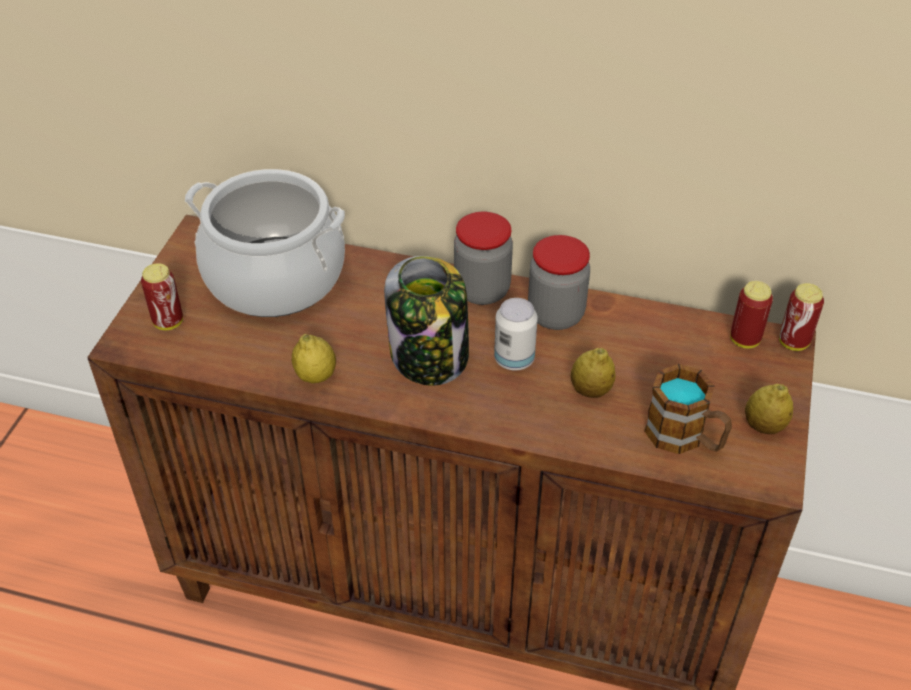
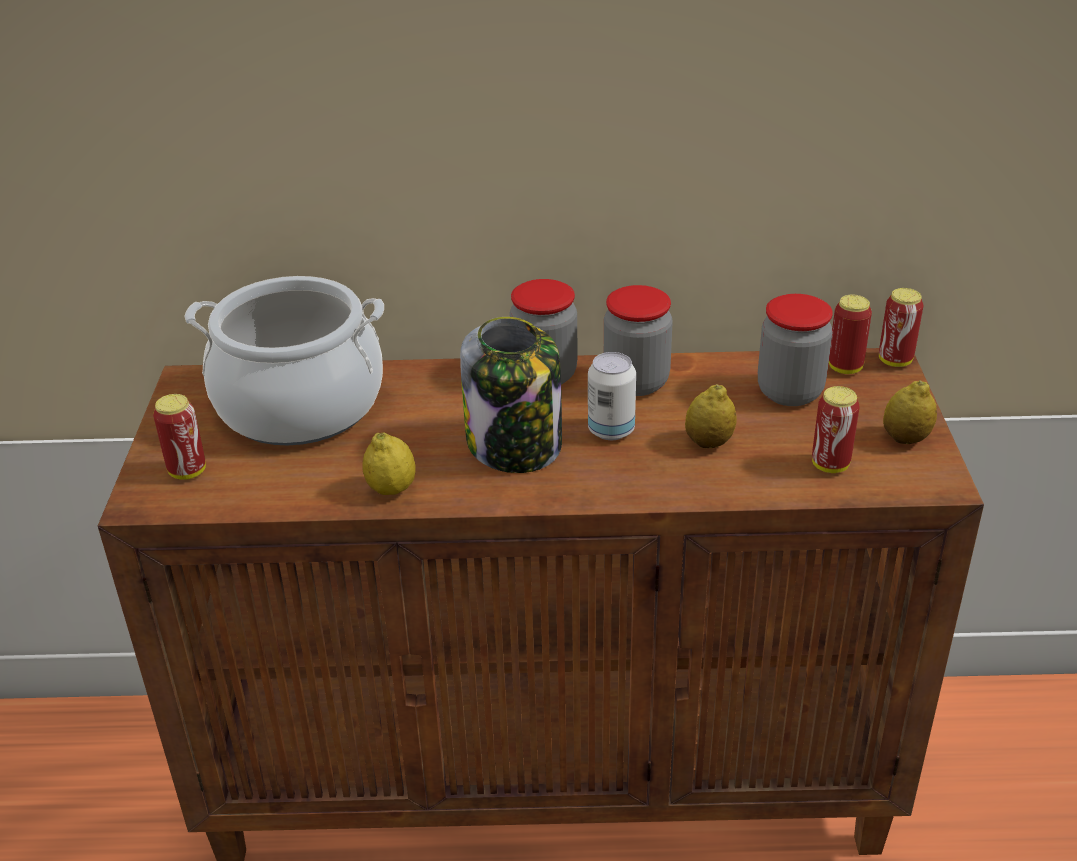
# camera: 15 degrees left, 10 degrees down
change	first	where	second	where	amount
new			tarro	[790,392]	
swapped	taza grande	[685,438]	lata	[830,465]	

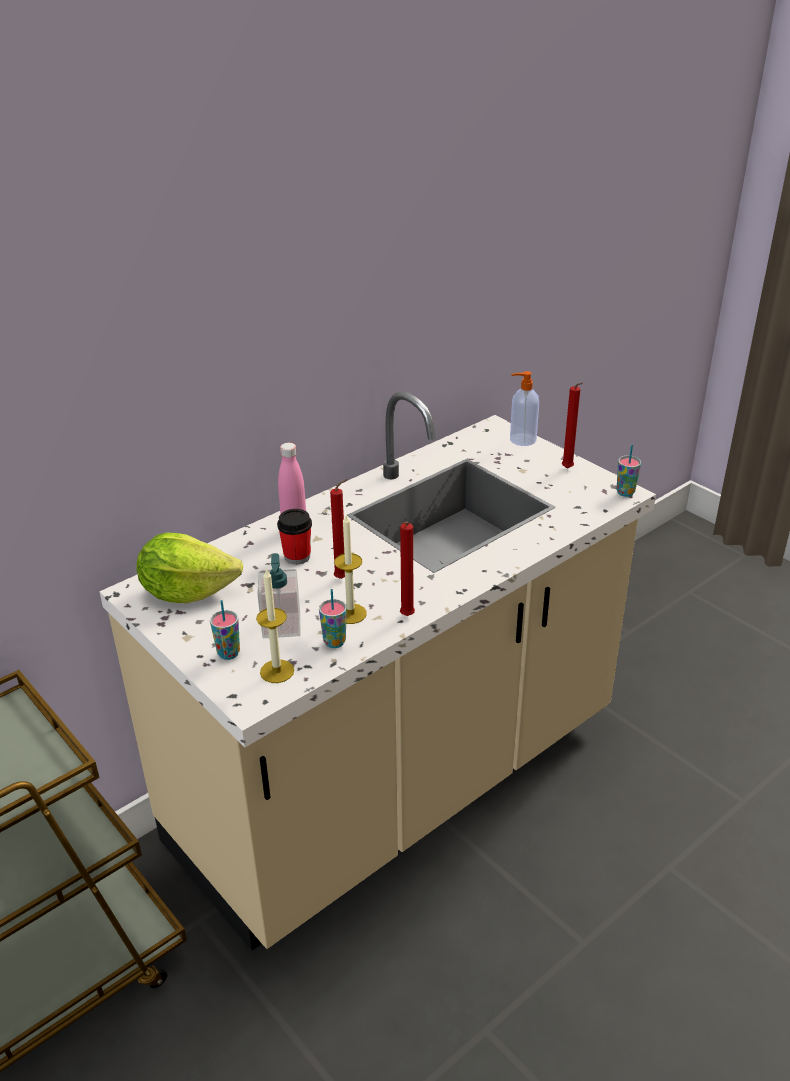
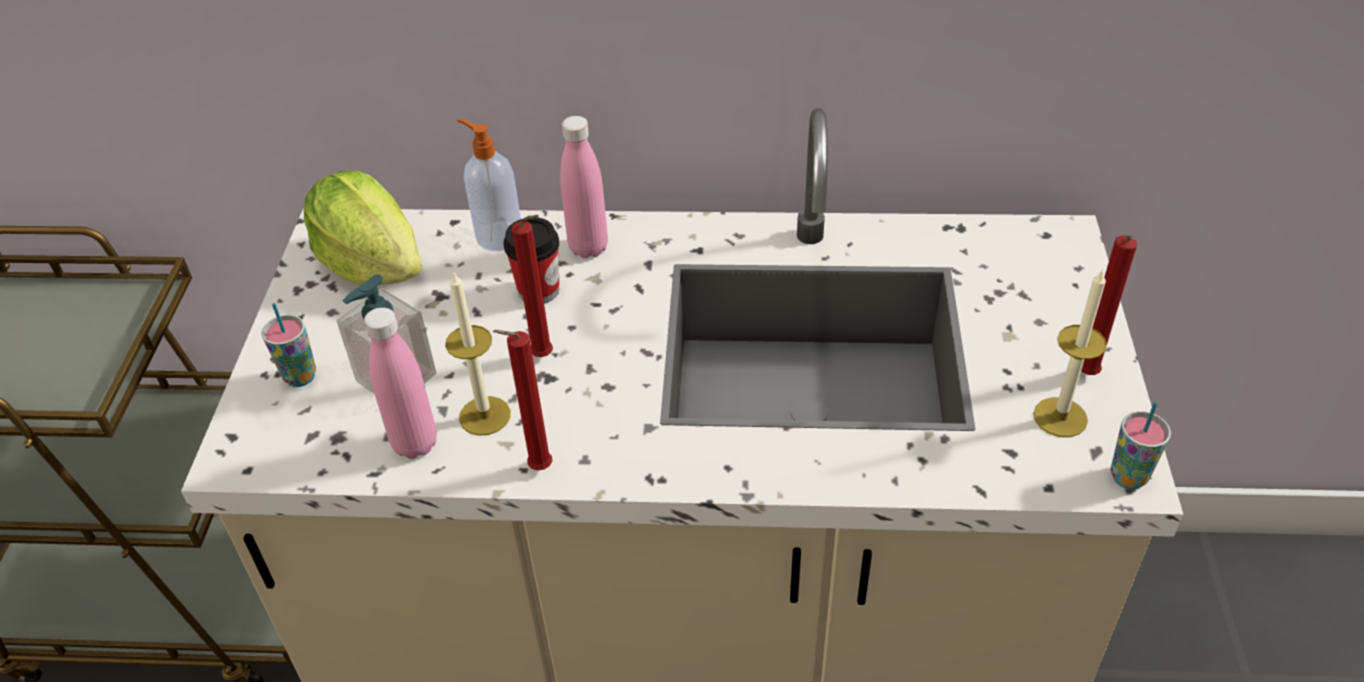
# camera: 45 degrees right, 10 degrees up
change	first	where	second	where	amount
swapped	taza	[334,642]	botella/rosa	[415,444]	
shifted	dispensador de jabón	[521,440]		[498,236]	
shifted	vela	[277,671]		[1060,417]	

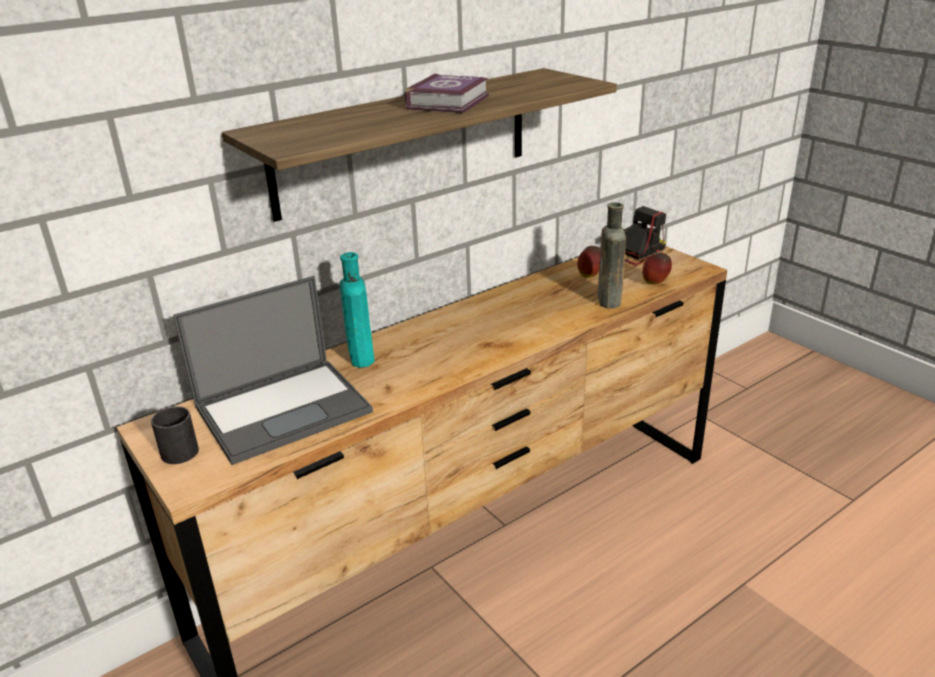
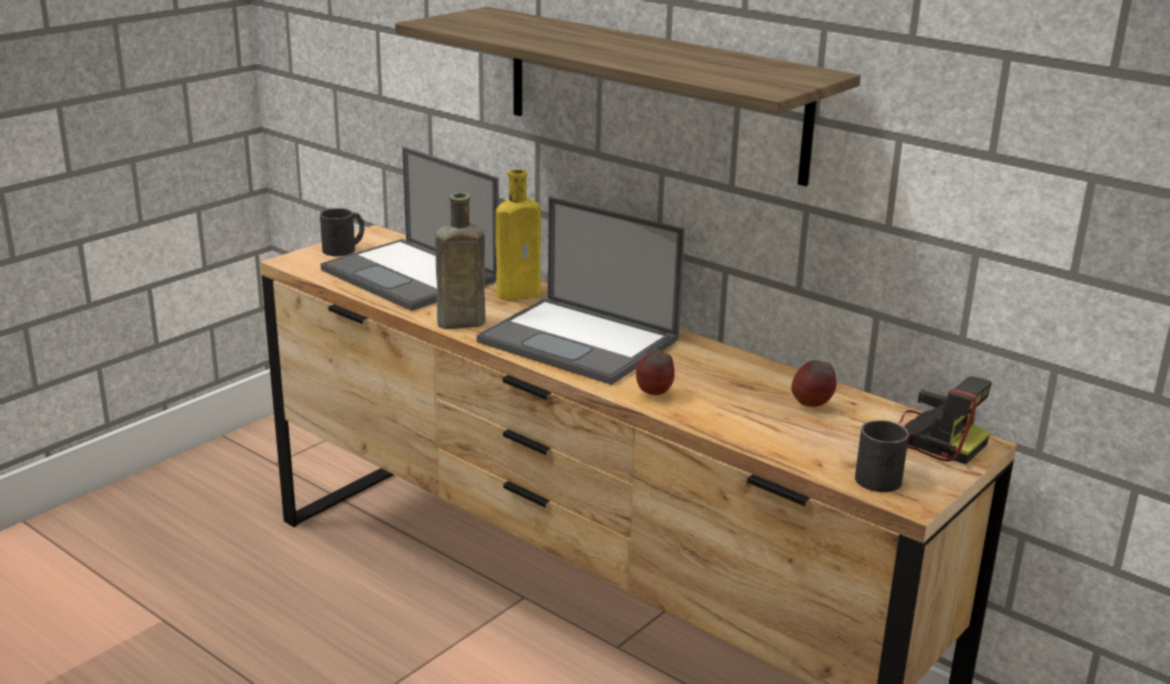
# camera: 75 degrees right, 5 degrees down
change	first	where	second	where	amount
shifted	botella/marrón	[609,301]		[457,323]	
new			portátil	[581,341]	
repainted	botella/turquesa	[360,355]	botella/amarillo	[521,293]	
shifted	manzana	[655,283]		[654,394]	
new			taza grande/negro	[884,476]	
gone	libro	[450,102]			

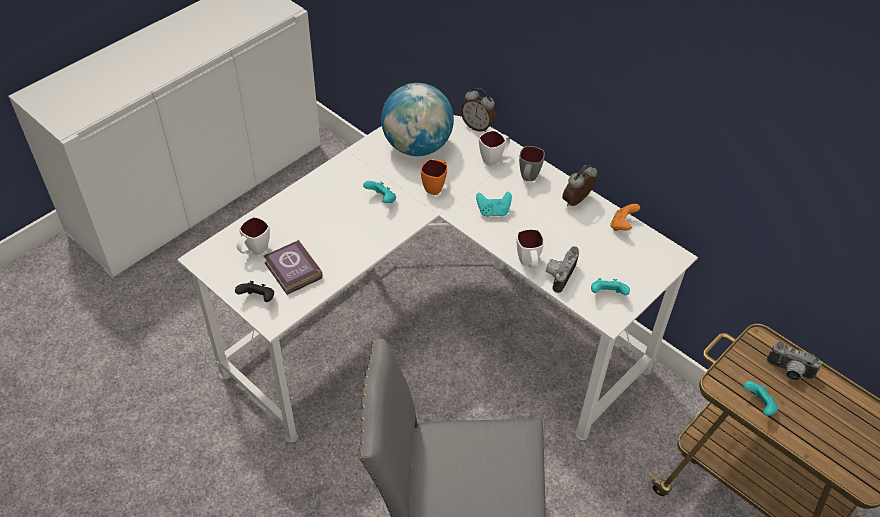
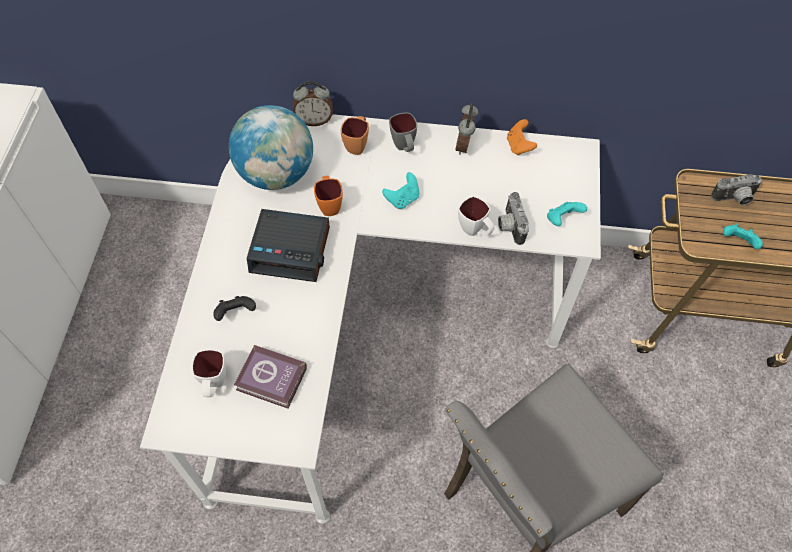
# camera: 35 degrees left, 10 degrees up
change	first	where	second	where	amount
shifted	mando de consola/negro	[258,299]		[236,313]	
swapped	mando de consola/turquesa	[381,199]	despertador	[291,250]	
repainted	taza grande/blanco	[494,158]	taza grande/naranja	[357,145]	

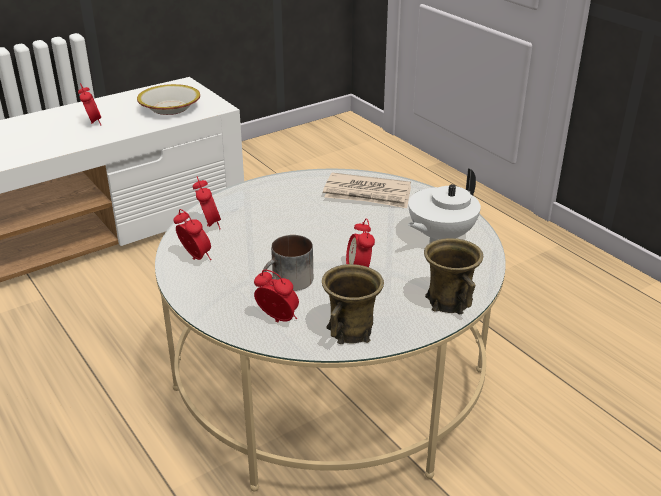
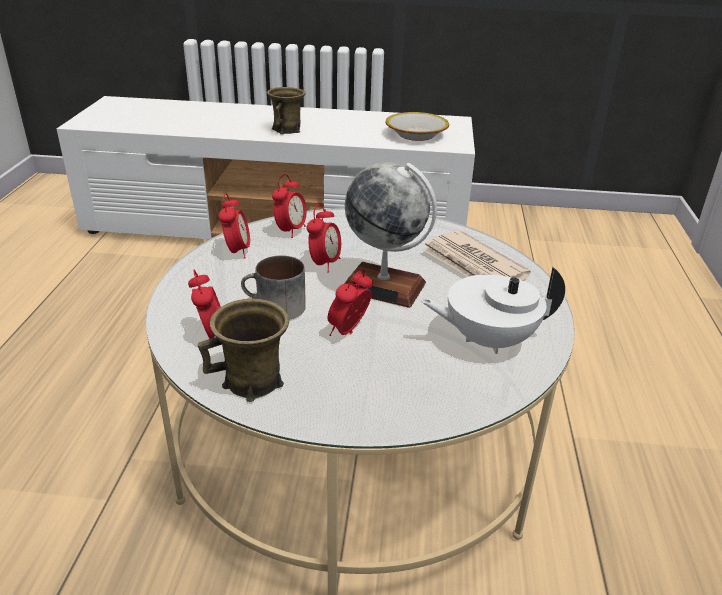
# camera: 40 degrees right, 0 degrees up
change	first	where	second	where	amount
shifted	taza grande/marrón	[449,301]		[287,130]	
shifted	despertador	[93,123]		[324,264]	
new			globo terráqueo	[383,286]	

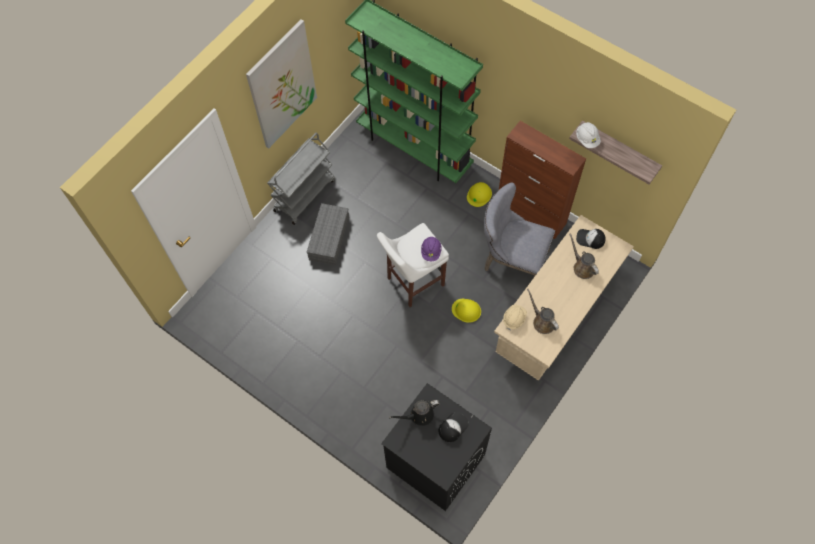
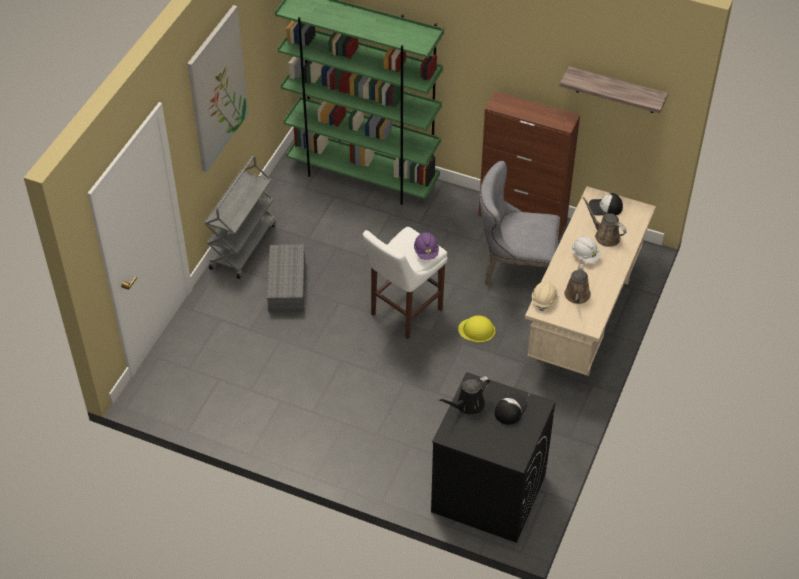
# camera: 15 degrees left, 15 degrees down
change	first	where	second	where	amount
rotated	regadera/marrón	[542,321]		[577,296]	120 degrees counterclockwise
shifted	casco/blanco	[587,139]		[585,255]	
gone	casco/amarillo	[479,194]			

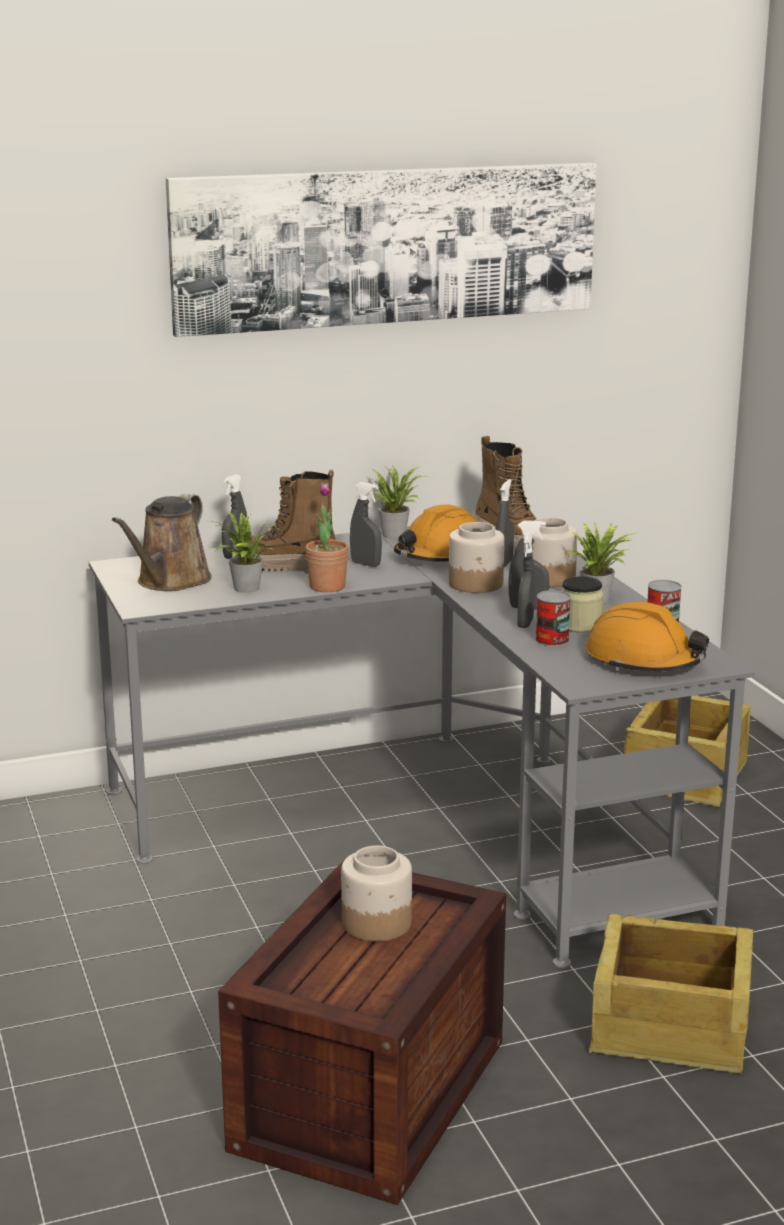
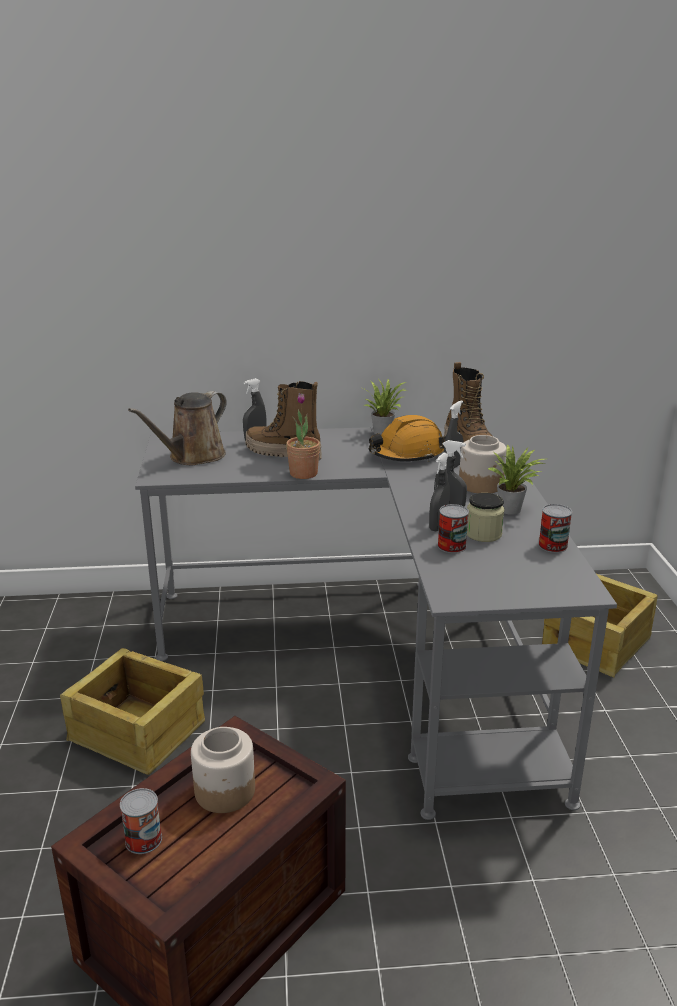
# camera: 15 degrees right, 5 degrees up
change	first	where	second	where	amount
shifted	caja de embalaje	[672,1028]		[137,733]	
new			lata	[143,839]	
gone	cuadro	[387,246]			
gone	planta en maceta	[243,589]			
gone	pulverizador/gris	[365,564]			
gone	tarro	[476,584]			
gone	casco/naranja	[644,661]			

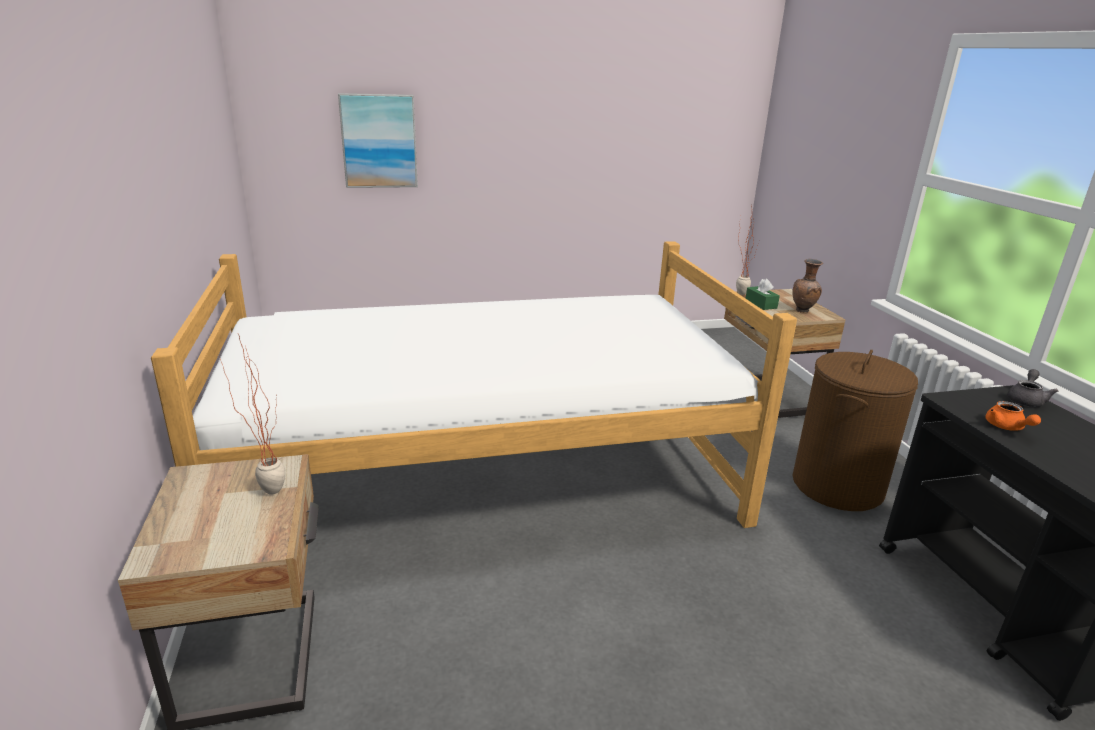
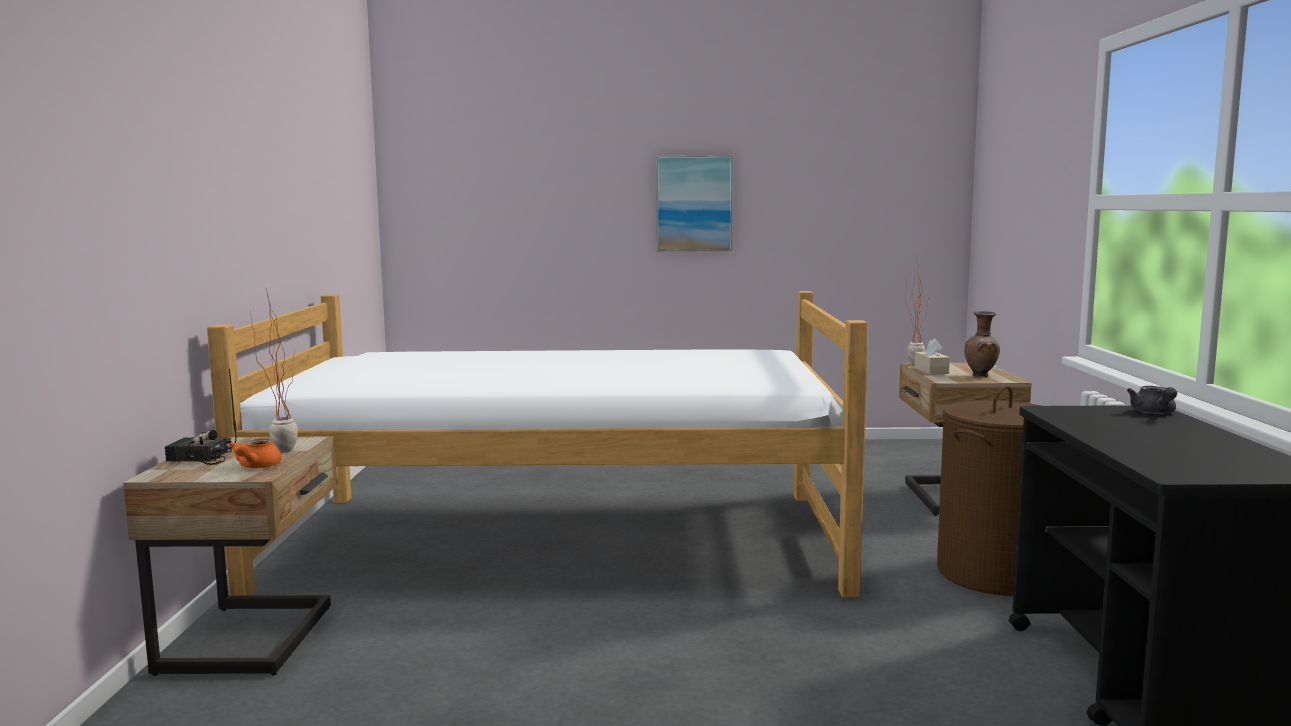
# camera: 15 degrees right, 15 degrees down
change	first	where	second	where	amount
new			radio	[199,459]	
shifted	tetera/naranja	[1007,427]		[255,466]	
shifted	cuadro	[379,141]		[694,203]	
repainted	caja de pañuelos/verde	[761,304]	caja de pañuelos/beis	[931,371]	
rotated	tetera/gris	[1026,400]		[1154,413]	135 degrees clockwise

